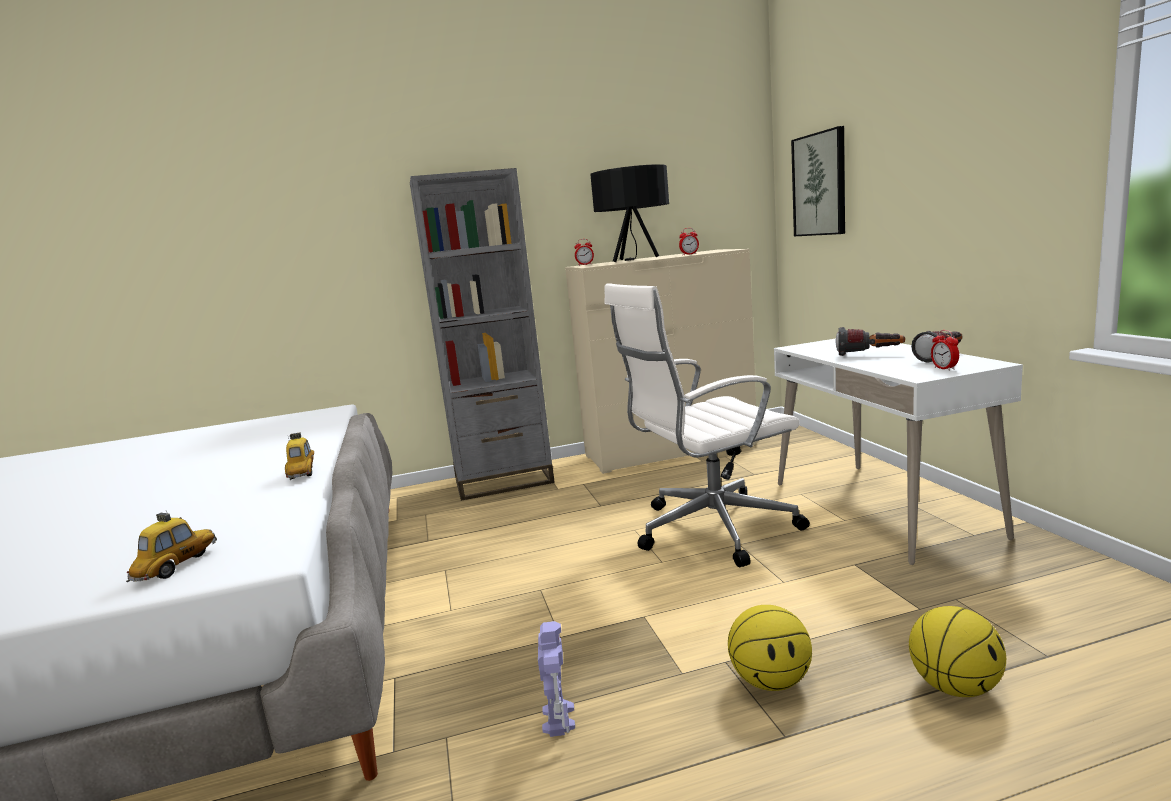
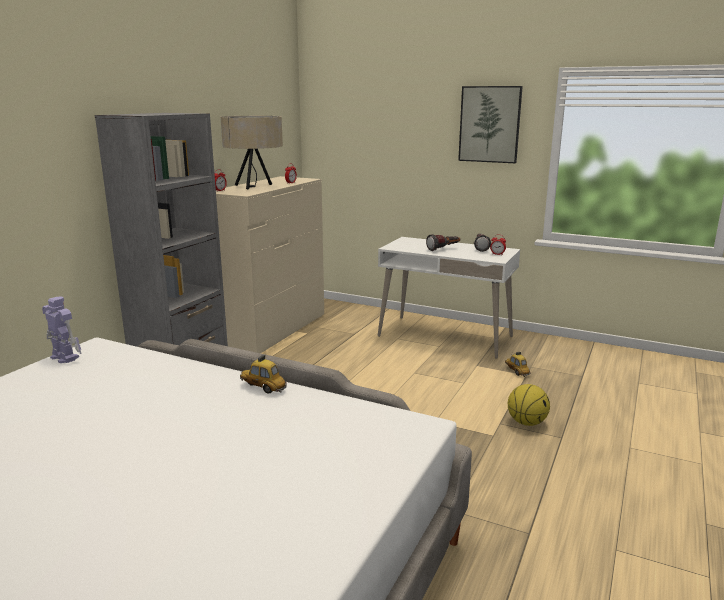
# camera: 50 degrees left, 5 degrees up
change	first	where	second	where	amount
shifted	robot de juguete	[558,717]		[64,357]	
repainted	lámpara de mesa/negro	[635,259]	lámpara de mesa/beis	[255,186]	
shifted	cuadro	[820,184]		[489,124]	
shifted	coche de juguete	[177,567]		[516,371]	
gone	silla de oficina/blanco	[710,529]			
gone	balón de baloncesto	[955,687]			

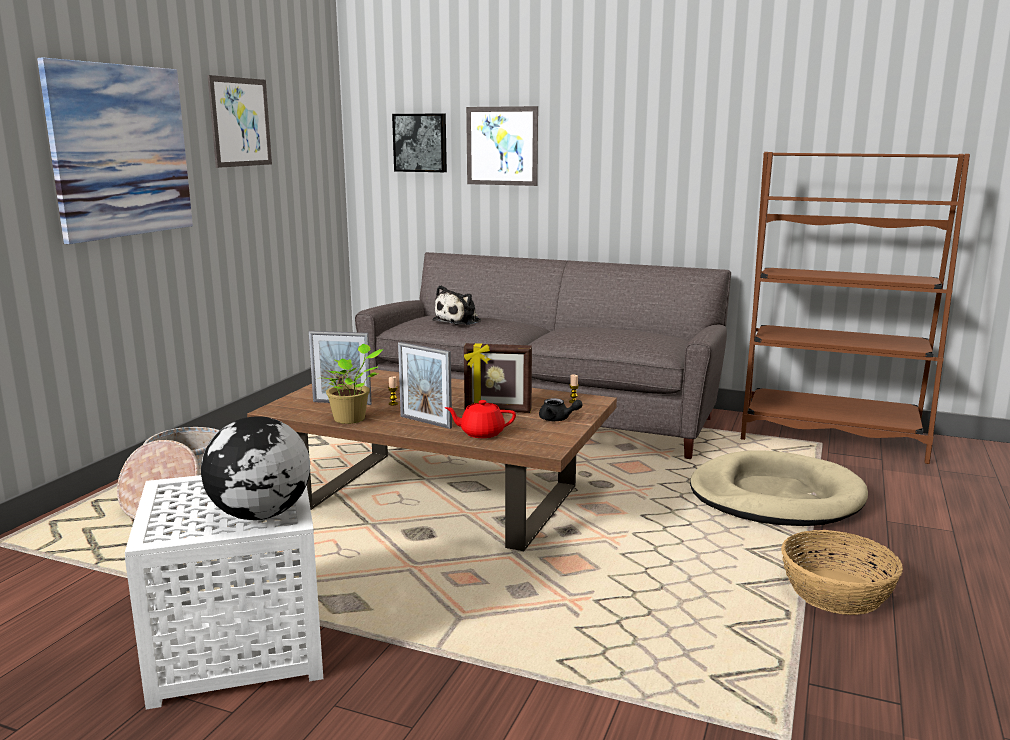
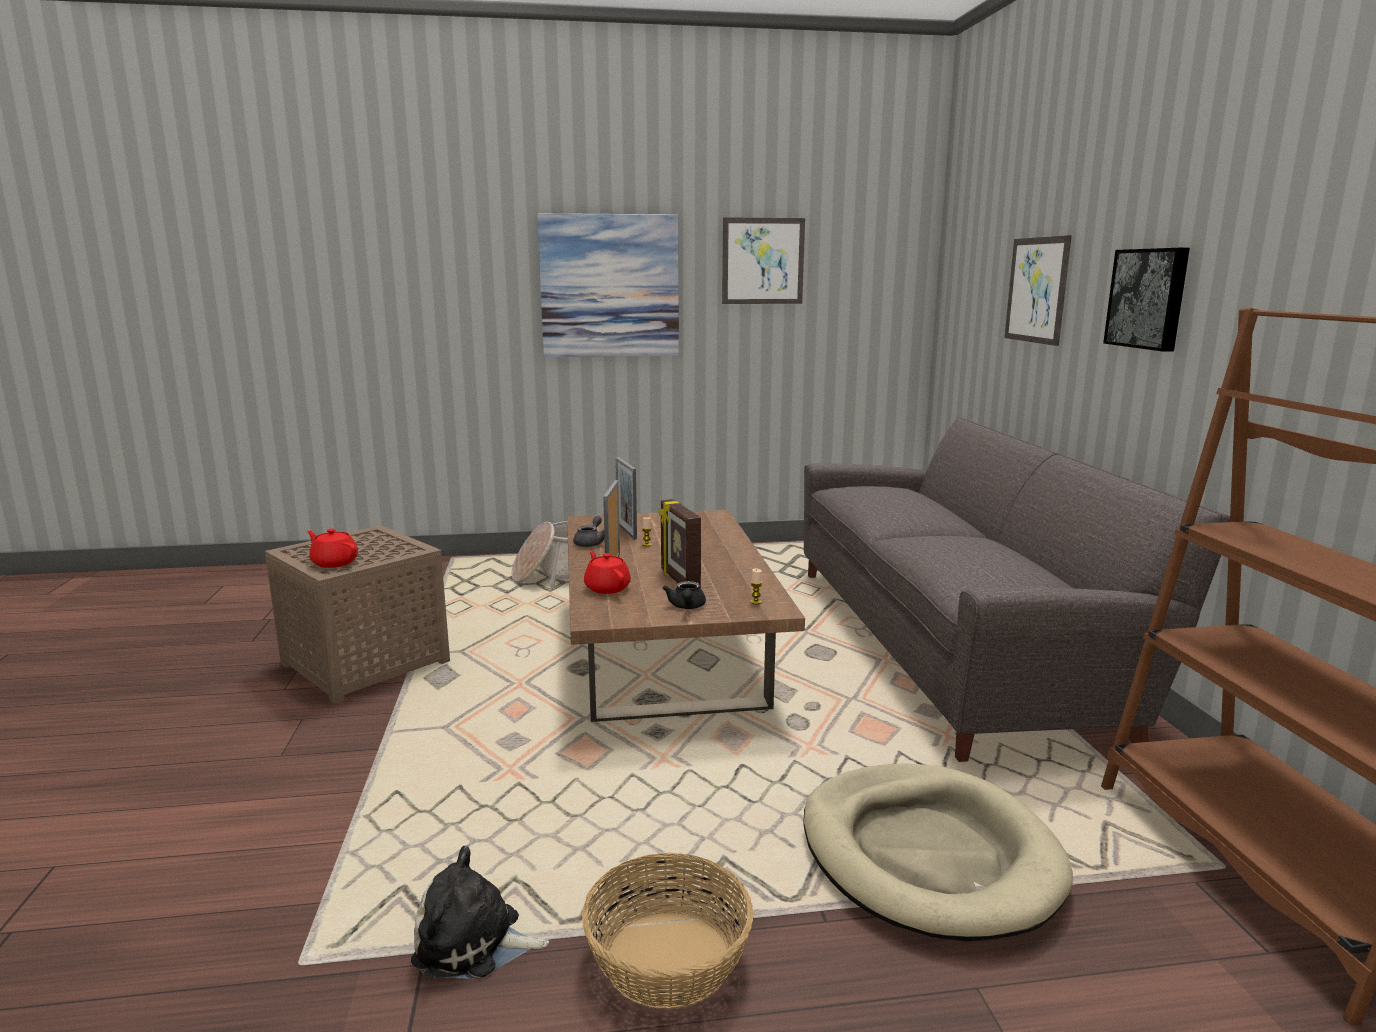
# camera: 60 degrees right, 0 degrees up
change	first	where	second	where	amount
repainted	mesa auxiliar/blanco	[235,648]	mesa auxiliar/marrón	[362,663]	
swapped	globo terráqueo	[259,515]	tetera/rojo	[334,563]	
shifted	peluche	[459,321]		[474,943]	
swapped	planta en maceta	[352,419]	tetera/gris	[590,543]	
shifted	cuadro	[421,142]		[1149,298]	

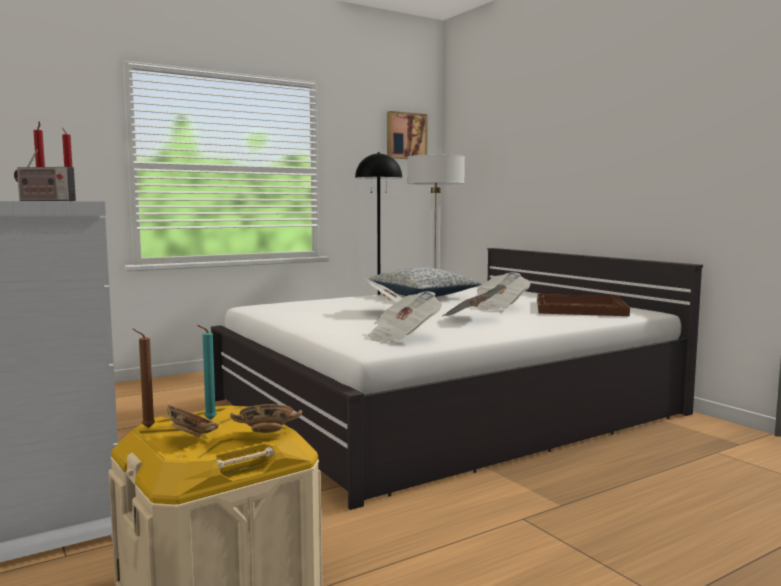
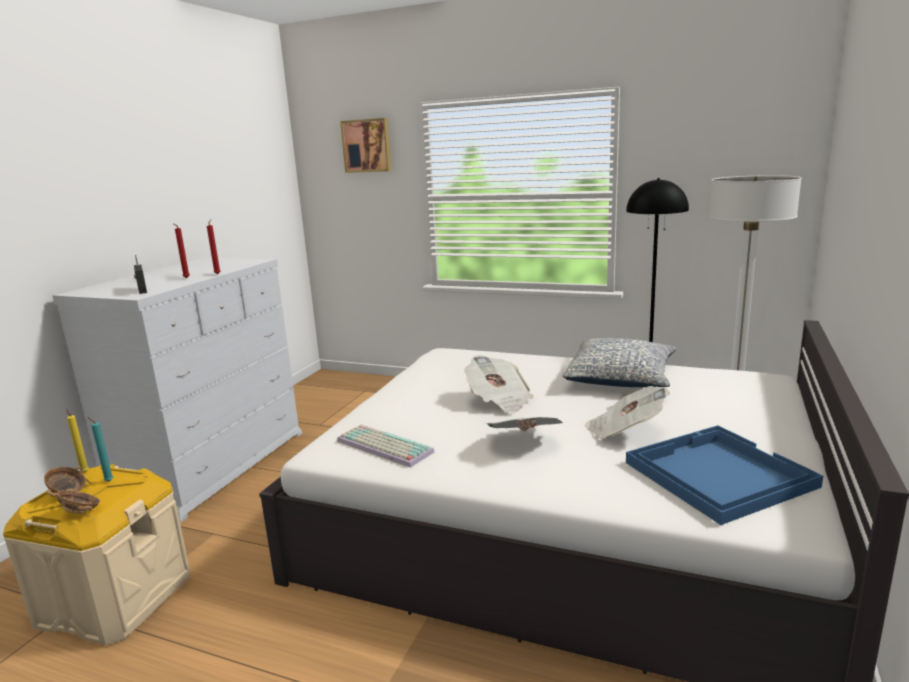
# camera: 55 degrees right, 10 degrees up
change	first	where	second	where	amount
repainted	vela/marrón	[146,428]	vela/amarillo	[84,472]	
swapped	periódico	[402,337]	teclado	[382,447]	
shifted	cuadro	[405,136]		[367,145]	
repainted	bandeja/marrón	[579,308]	bandeja/azul	[716,474]	

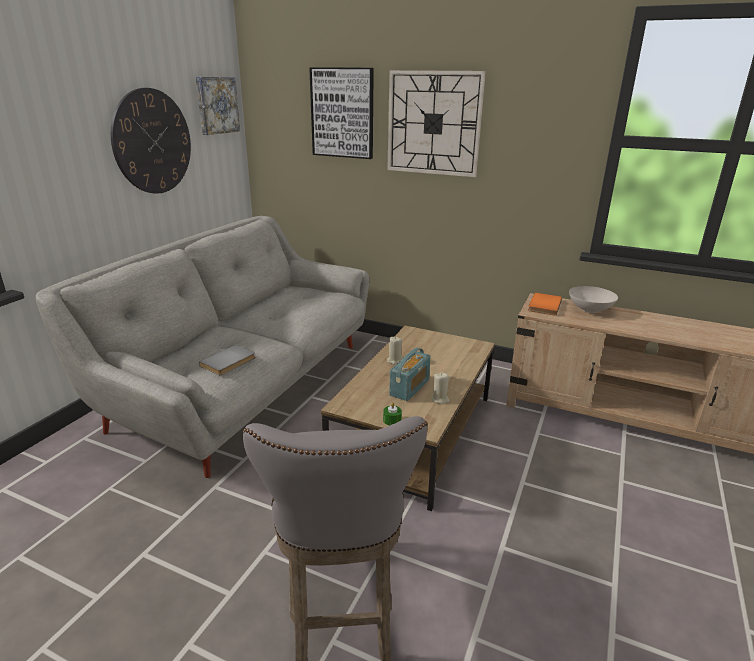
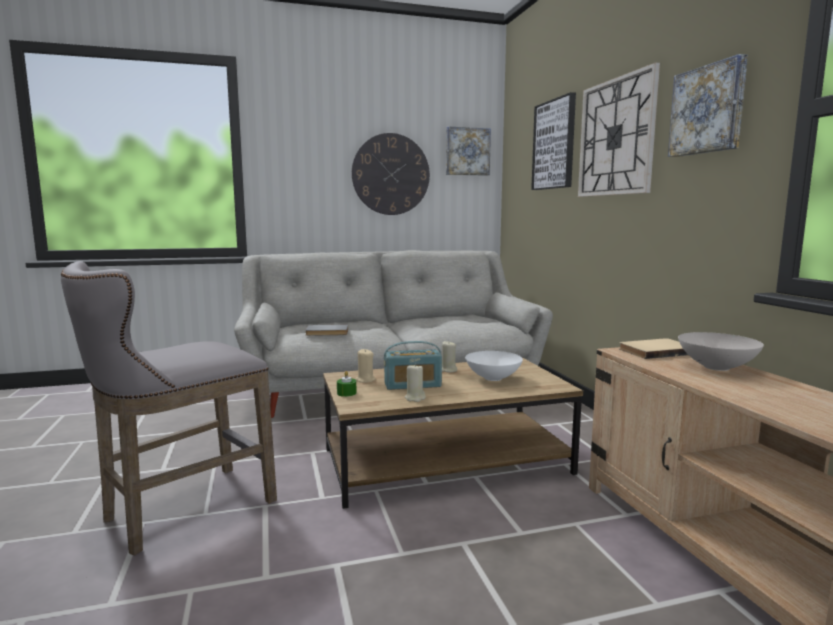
# camera: 50 degrees right, 15 degrees down
change	first	where	second	where	amount
new			vela/beis	[365,380]	
new			cuenco/blanco	[492,378]	
repainted	libro/naranja	[543,305]	libro/beis	[654,351]	
new			cuadro	[708,110]	

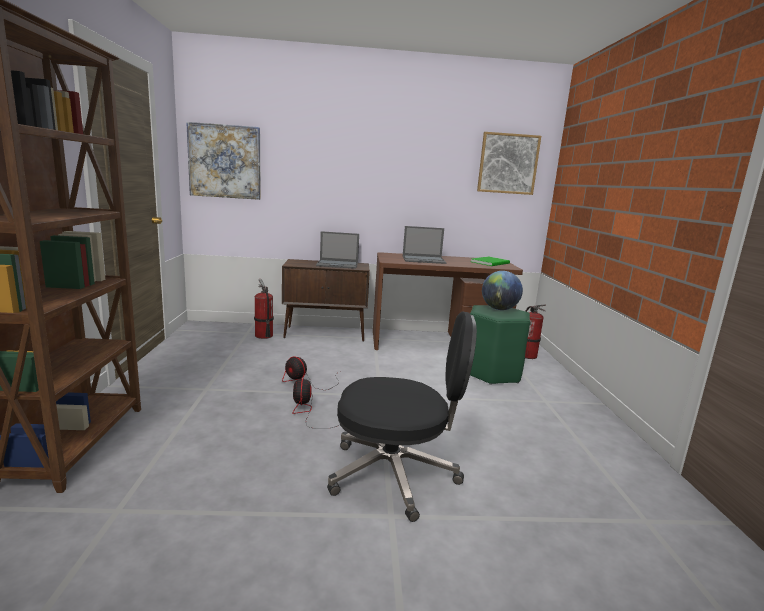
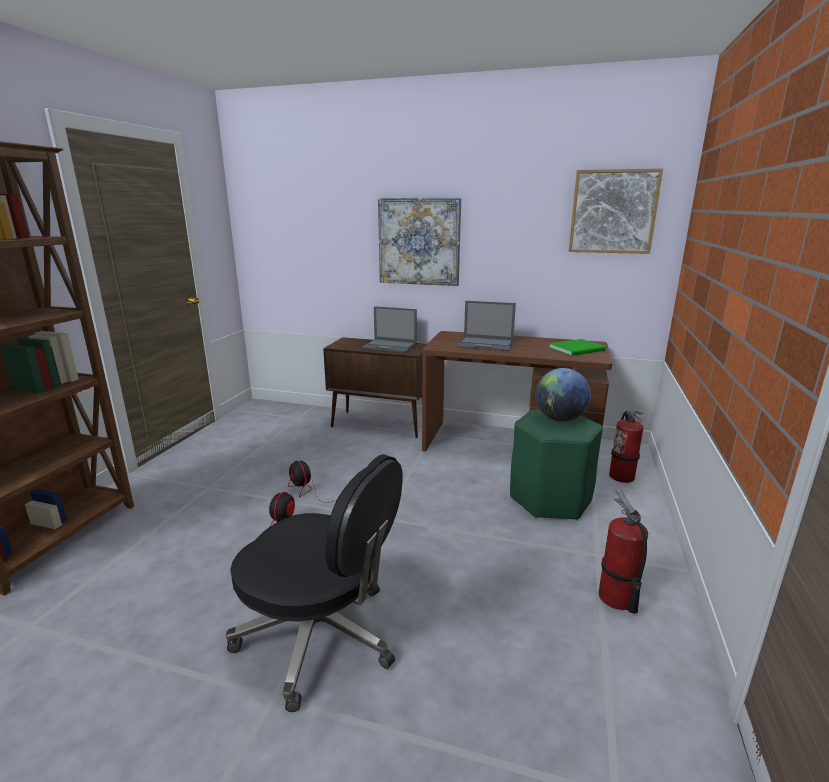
# camera: 20 degrees right, 5 degrees up
change	first	where	second	where	amount
shifted	cuadro	[225,161]		[419,241]	
shifted	extintor	[263,336]		[616,598]	

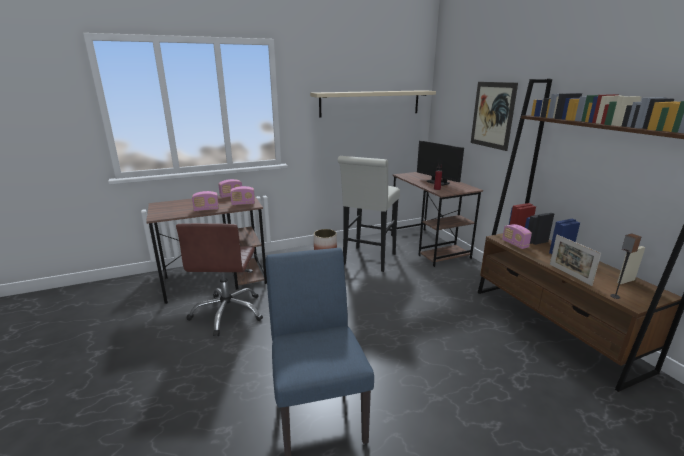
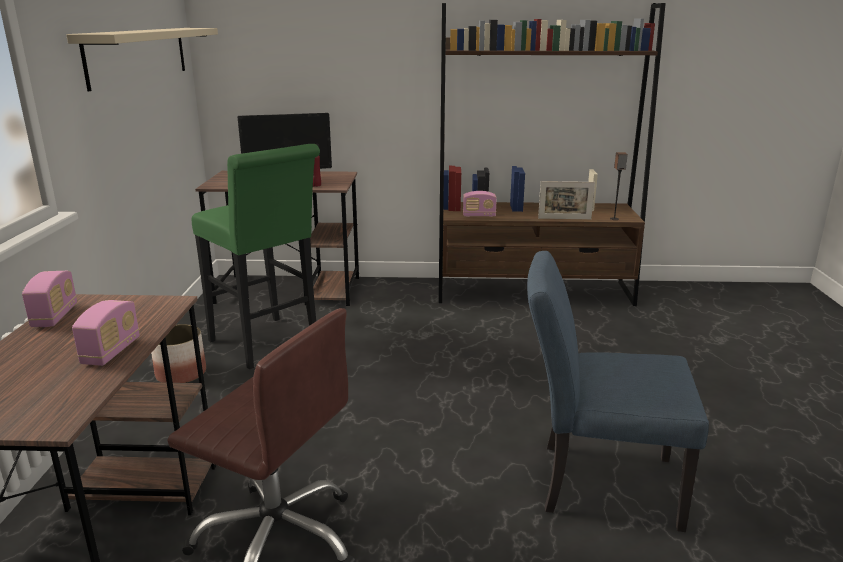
# camera: 65 degrees left, 0 degrees up
change	first	where	second	where	amount
repainted	taburete/blanco	[368,260]	taburete/verde	[268,345]	
gone	radio	[243,204]			
gone	cuadro	[492,115]			

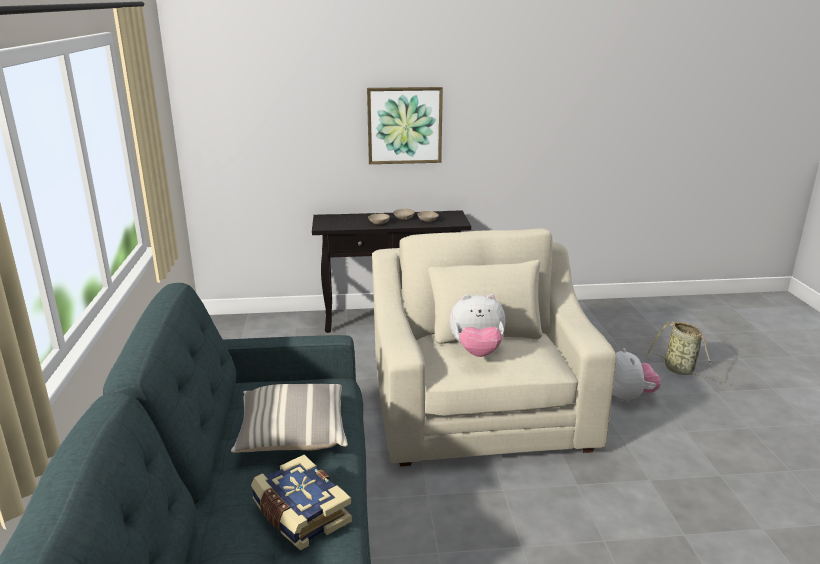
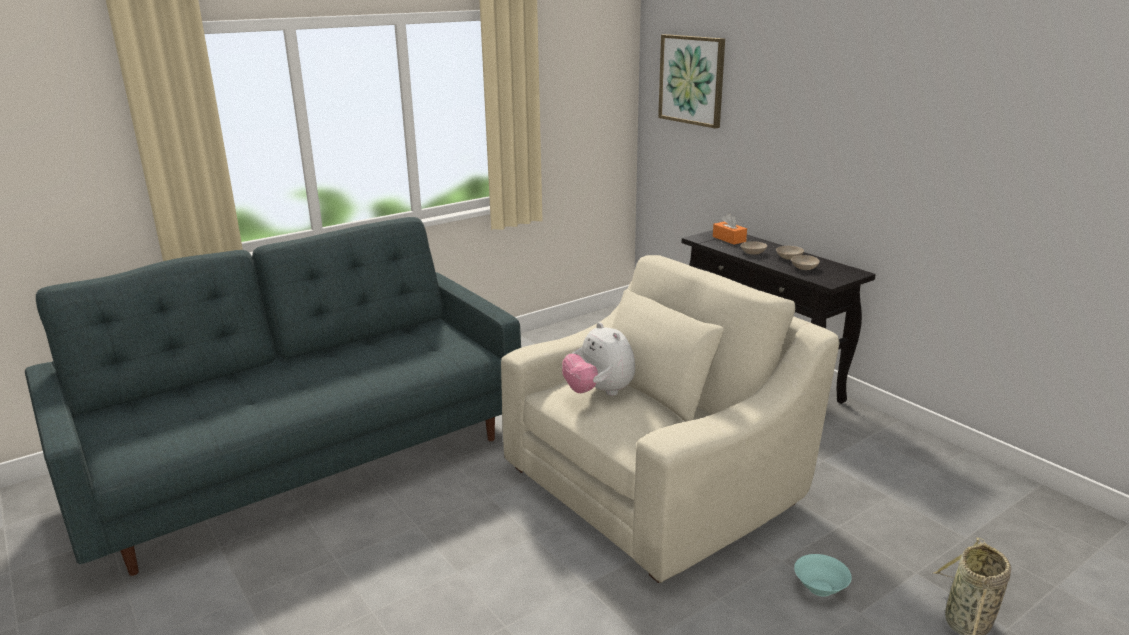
# camera: 60 degrees right, 0 degrees up
change	first	where	second	where	amount
shifted	cuadro	[404,125]		[692,80]	
new			caja de pañuelos/naranja	[729,239]	
swapped	peluche	[628,397]	cuenco/turquesa	[820,587]	
gone	cojín	[292,434]			
gone	libro	[300,515]			

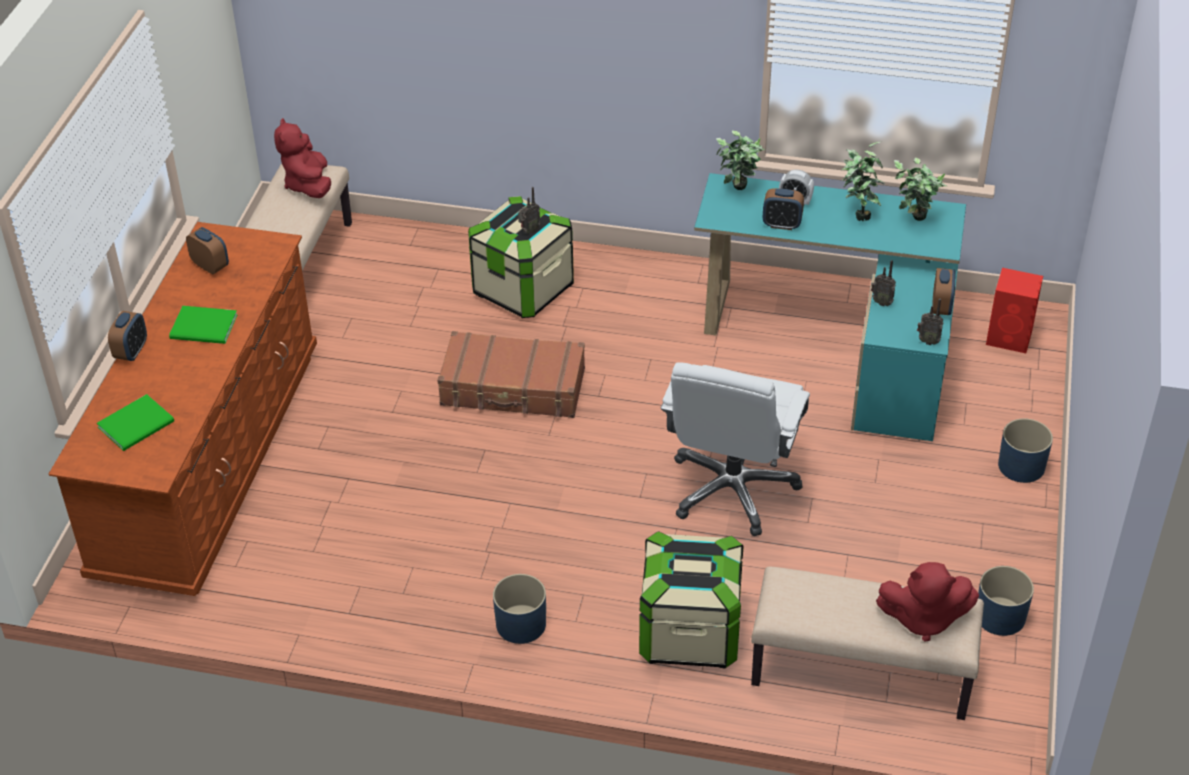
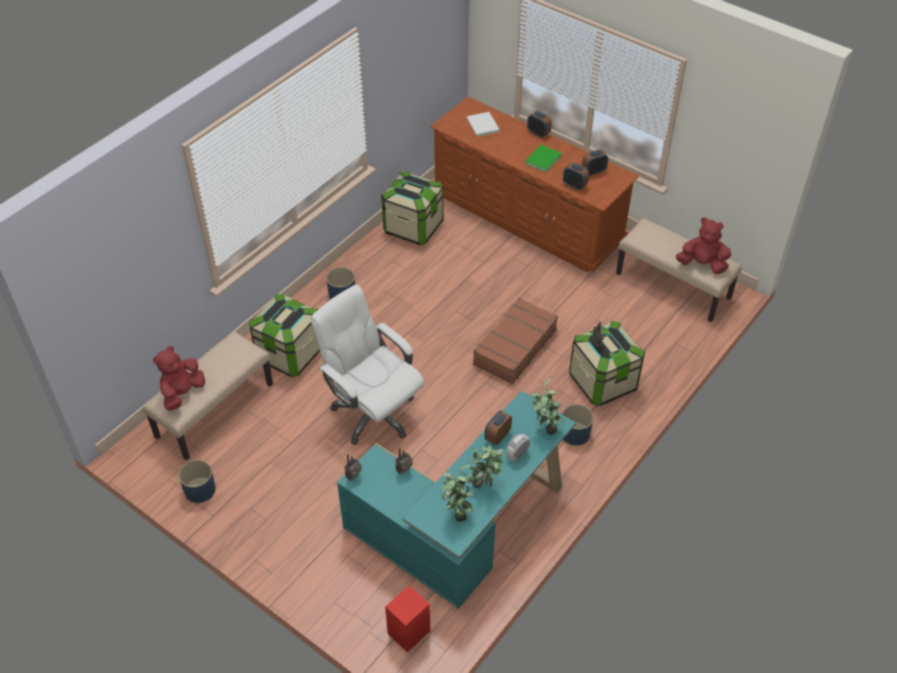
# camera: 115 degrees right, 5 degrees up
change	first	where	second	where	amount
new			caja de almacenaje	[413,227]	
repainted	libro/verde	[138,424]	libro/blanco	[482,126]	
shifted	maceta/azul	[1021,466]		[575,433]	
shifted	despertador	[941,307]		[574,185]	

